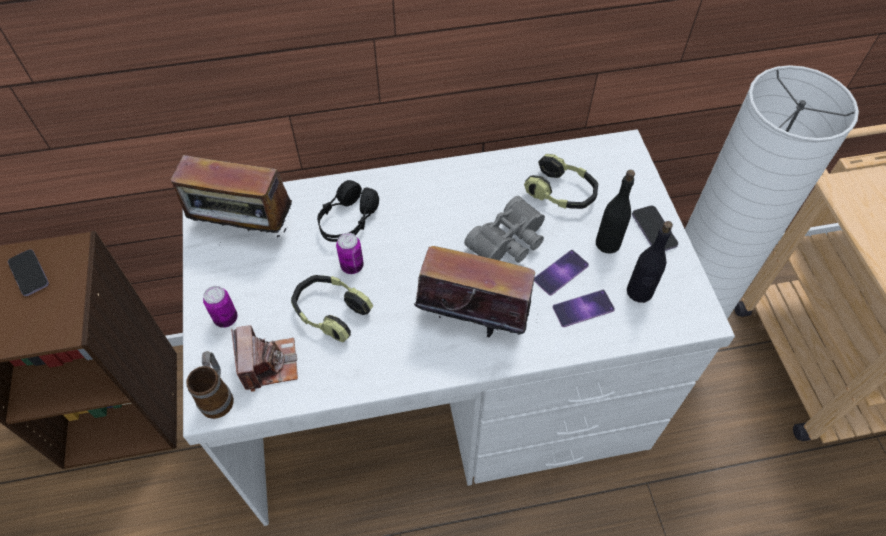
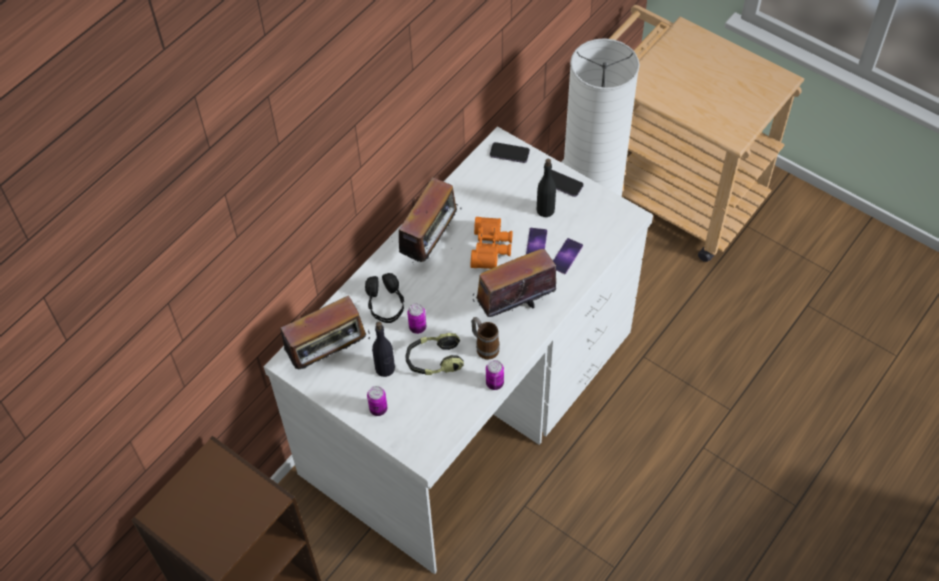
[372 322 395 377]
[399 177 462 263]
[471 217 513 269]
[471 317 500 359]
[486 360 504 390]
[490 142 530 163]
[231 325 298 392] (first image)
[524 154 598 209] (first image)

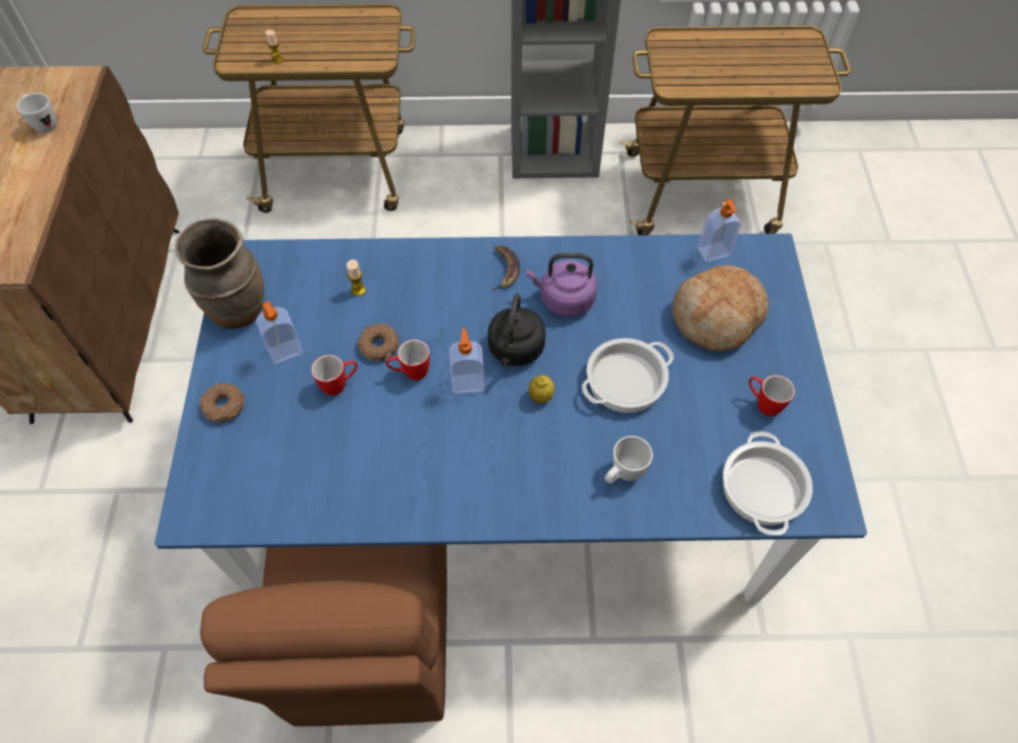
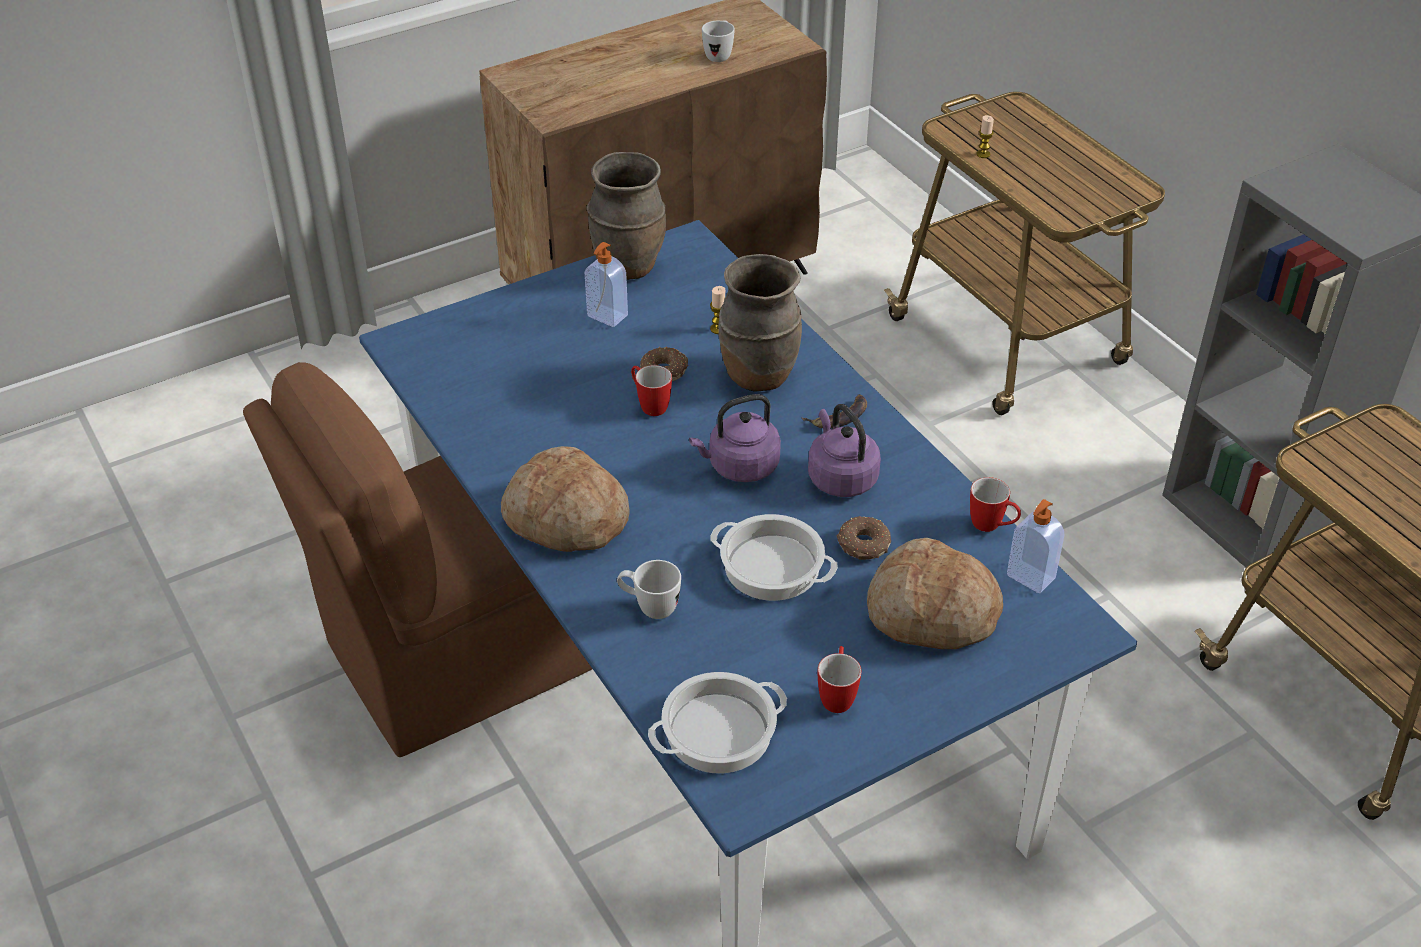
[501 446 630 552]
[689 394 781 482]
[718 254 802 392]
[837 516 891 560]
[970 477 1021 532]
[449 328 484 394] (first image)
[529 375 555 403] (first image)

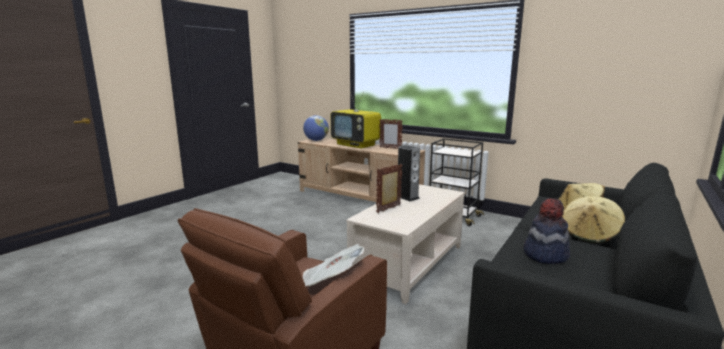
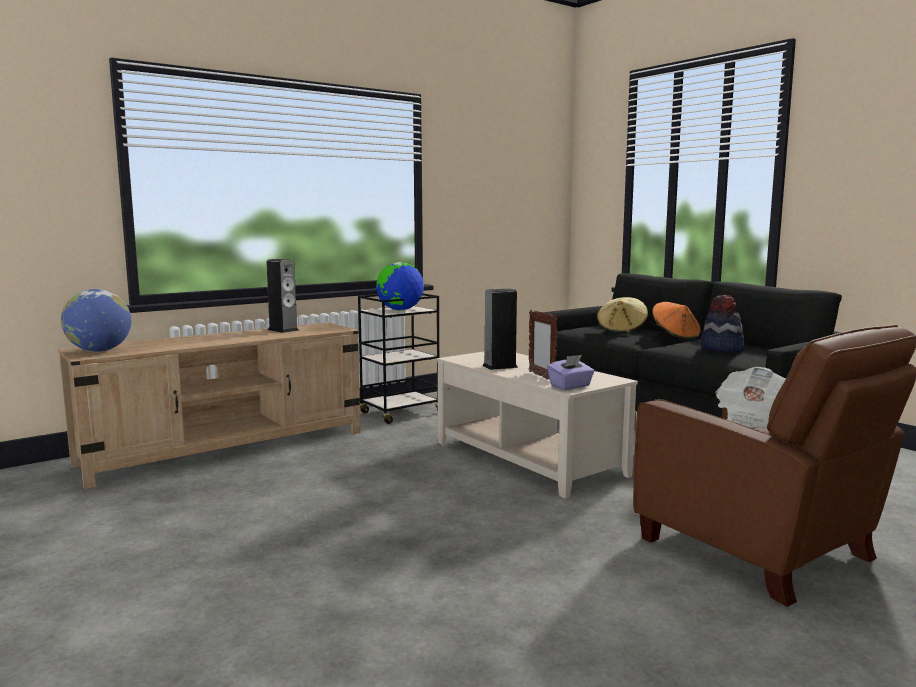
[266 259 299 333]
[376 262 424 311]
[547 355 595 390]
[652 302 701 340]
[331 92 381 148] (first image)

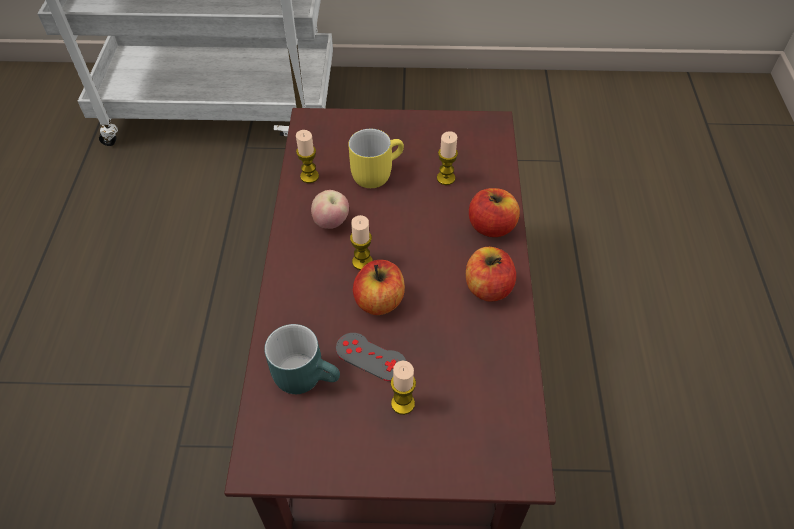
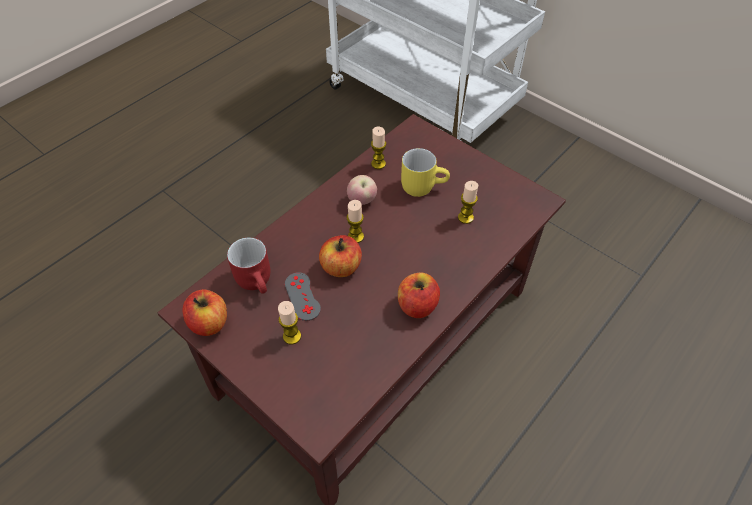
[182 289 227 336]
[227 237 270 294]

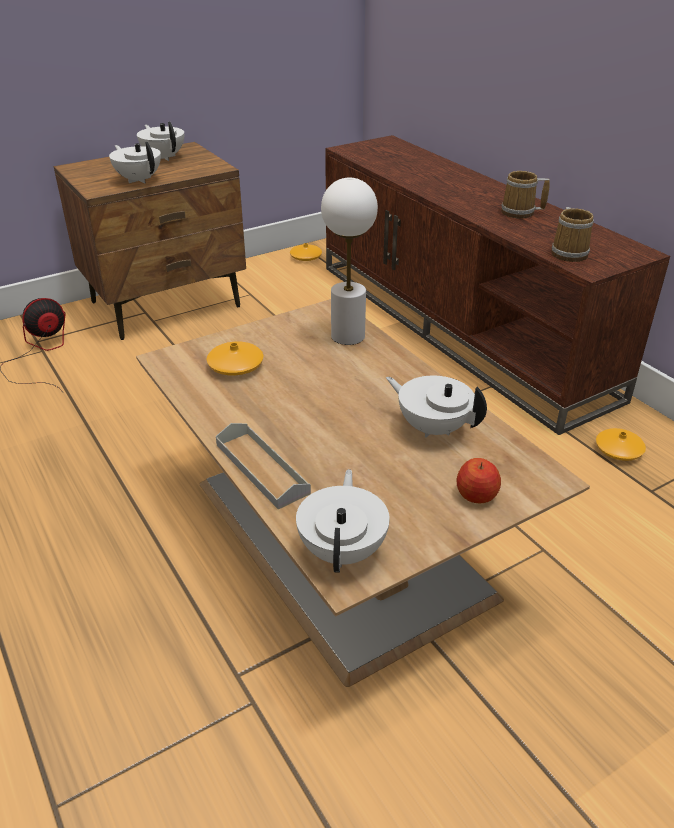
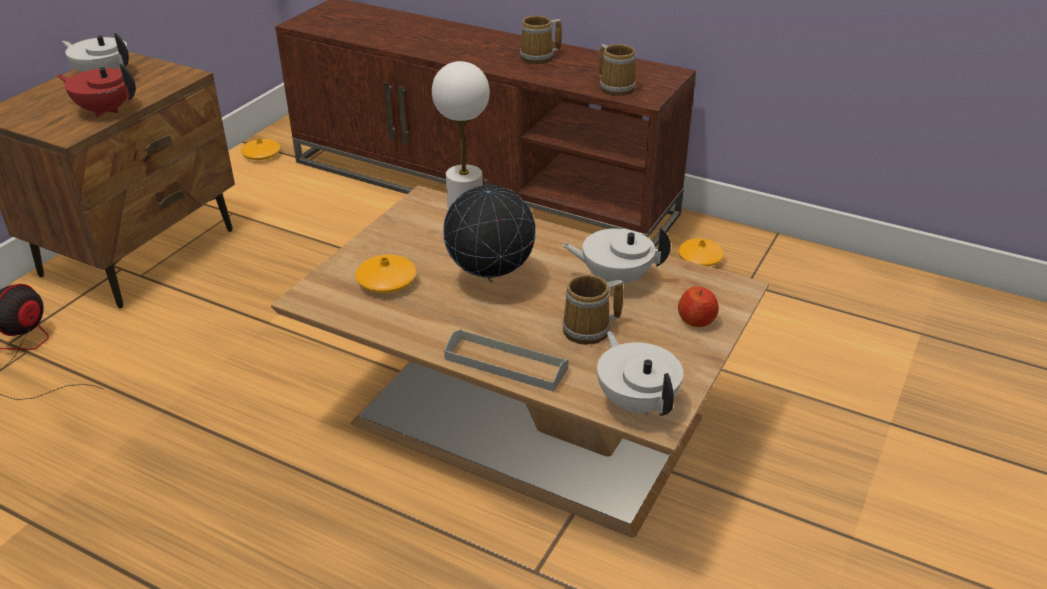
[57 63 136 117]
[443 179 536 282]
[562 275 623 345]

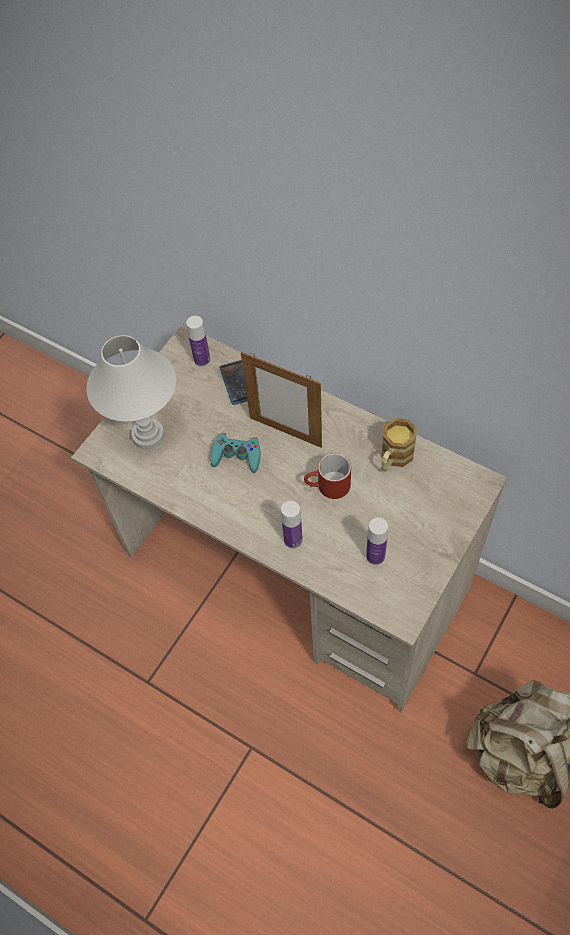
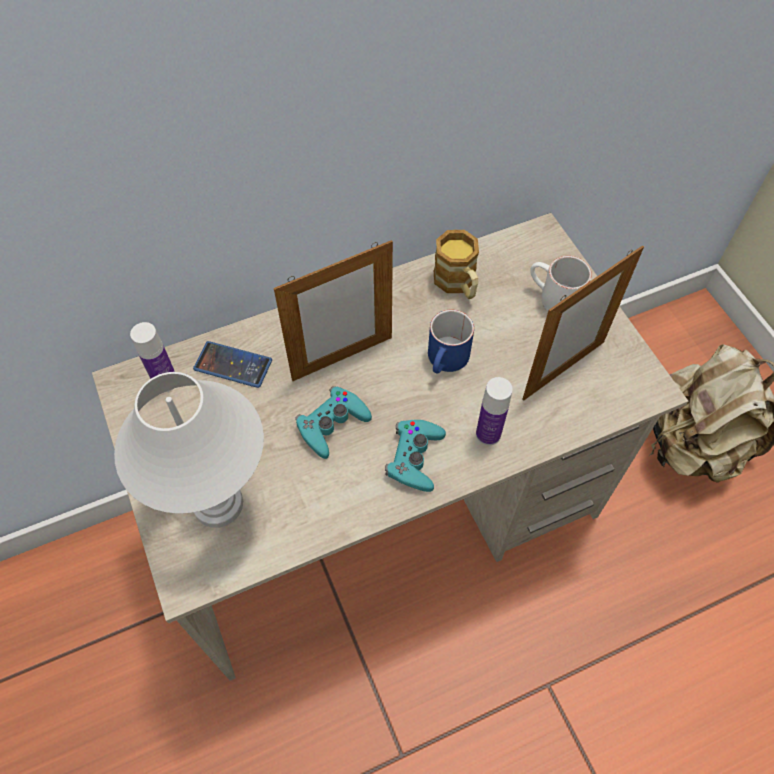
[385 420 446 492]
[428 310 474 374]
[522 245 644 401]
[530 256 592 311]

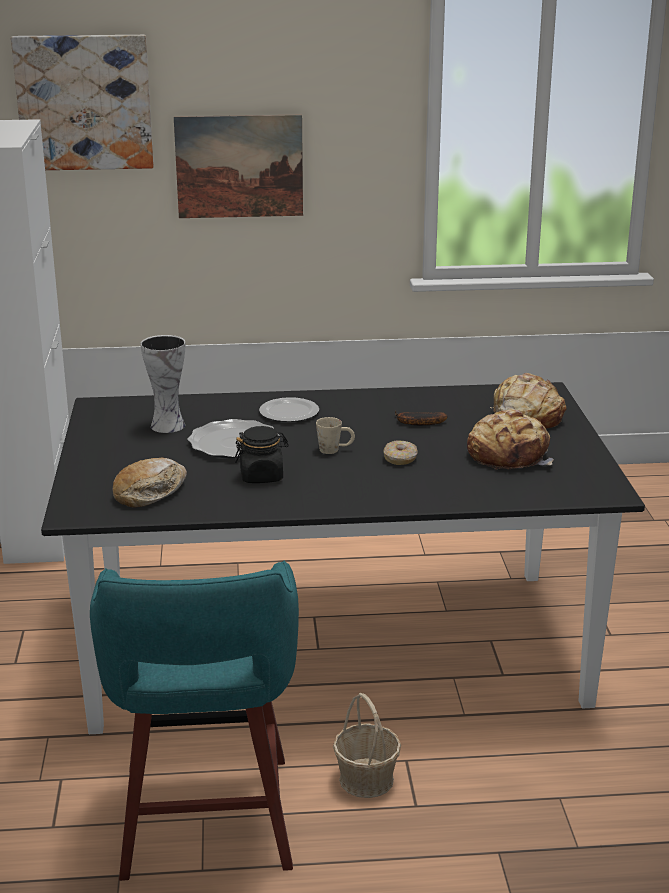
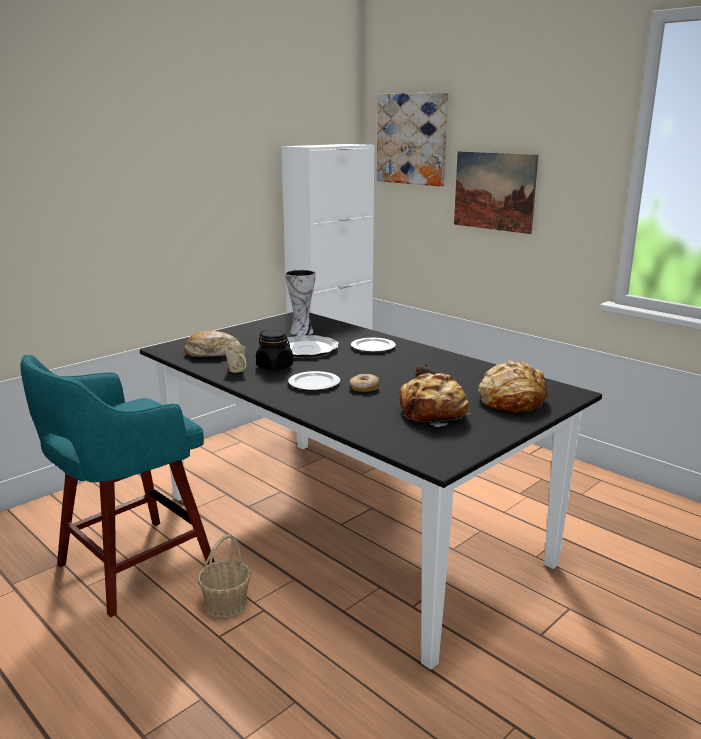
[225 345 247 373]
[288 371 340 390]

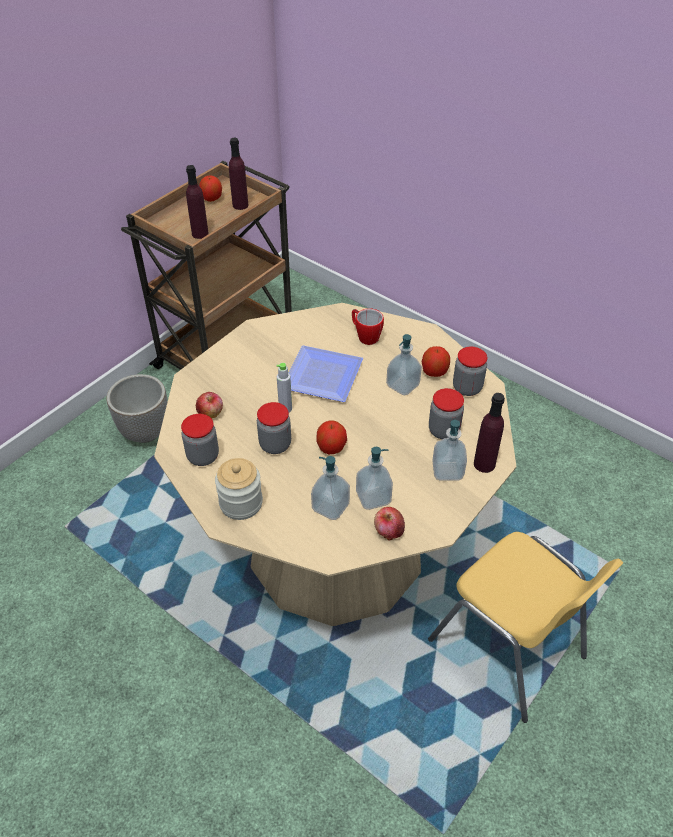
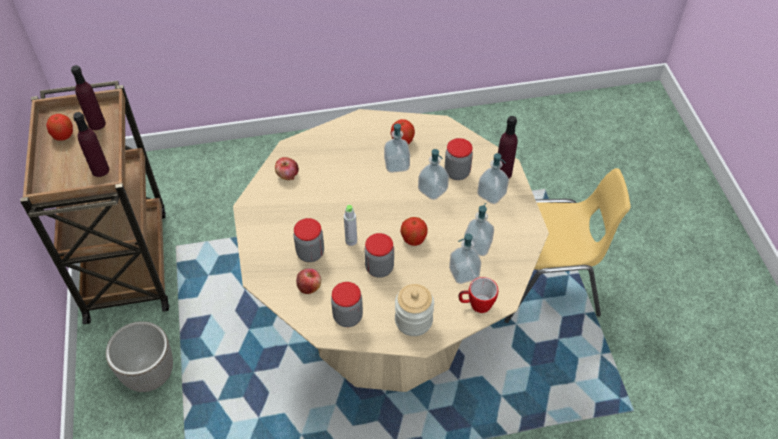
[275 157 299 180]
[294 218 324 262]
[418 149 449 200]
[459 277 498 313]
[289 345 363 402] (first image)

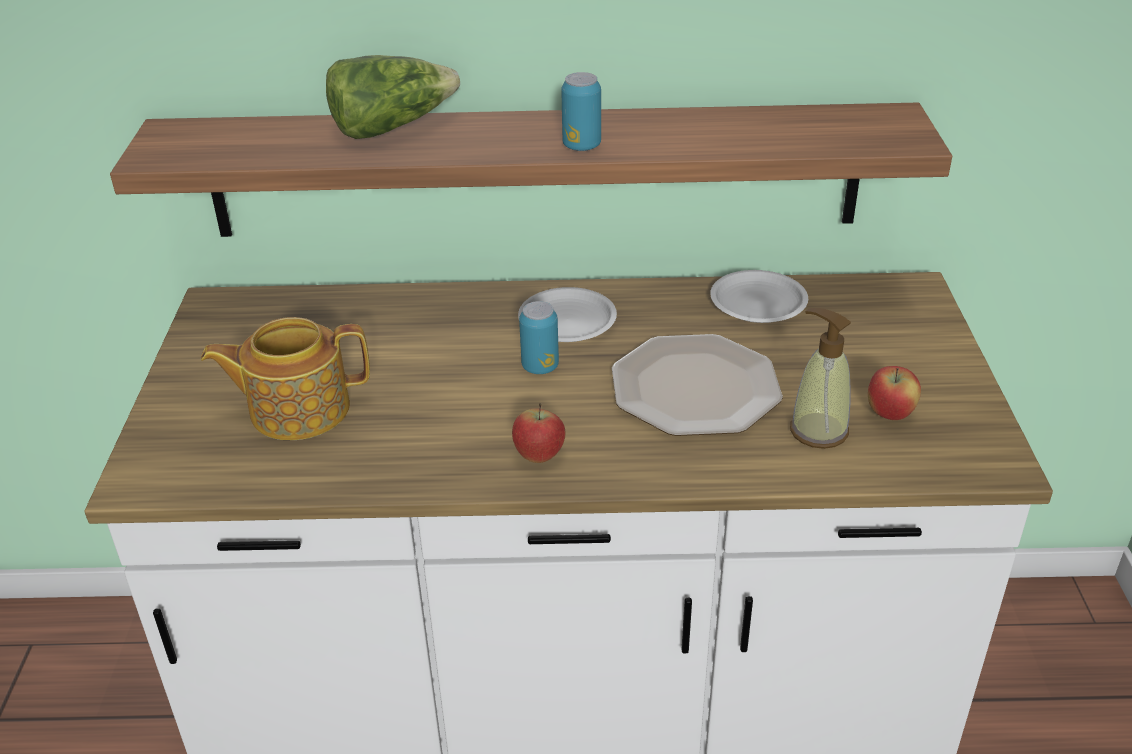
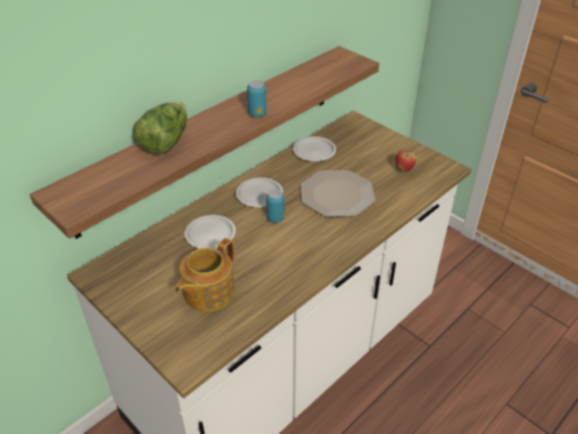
[184 215 236 248]
[512 403 565 463] (first image)
[790 308 851 449] (first image)

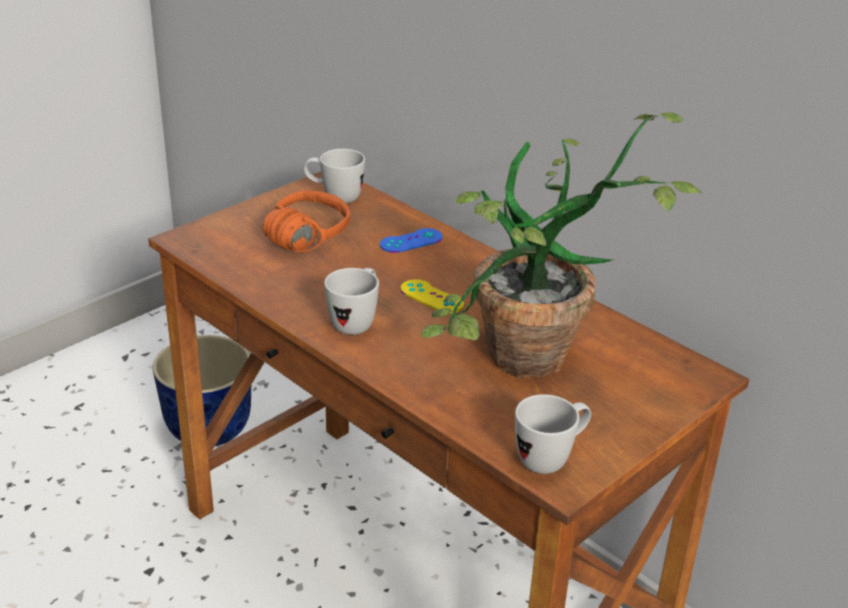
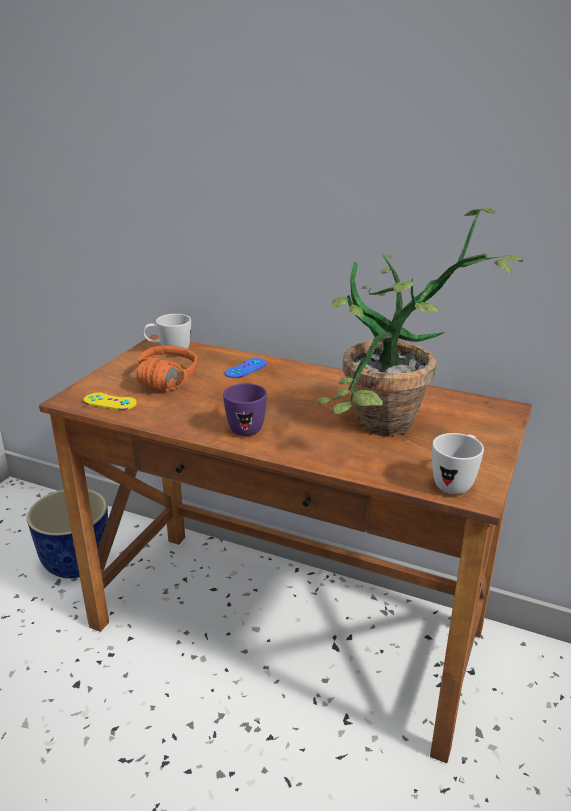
[83 393 137 410]
[223 383 267 436]

